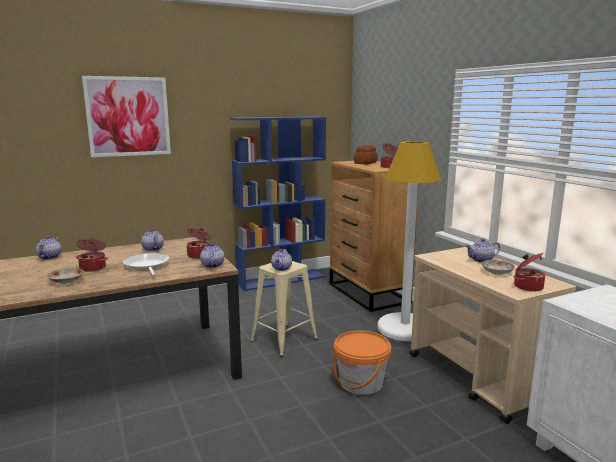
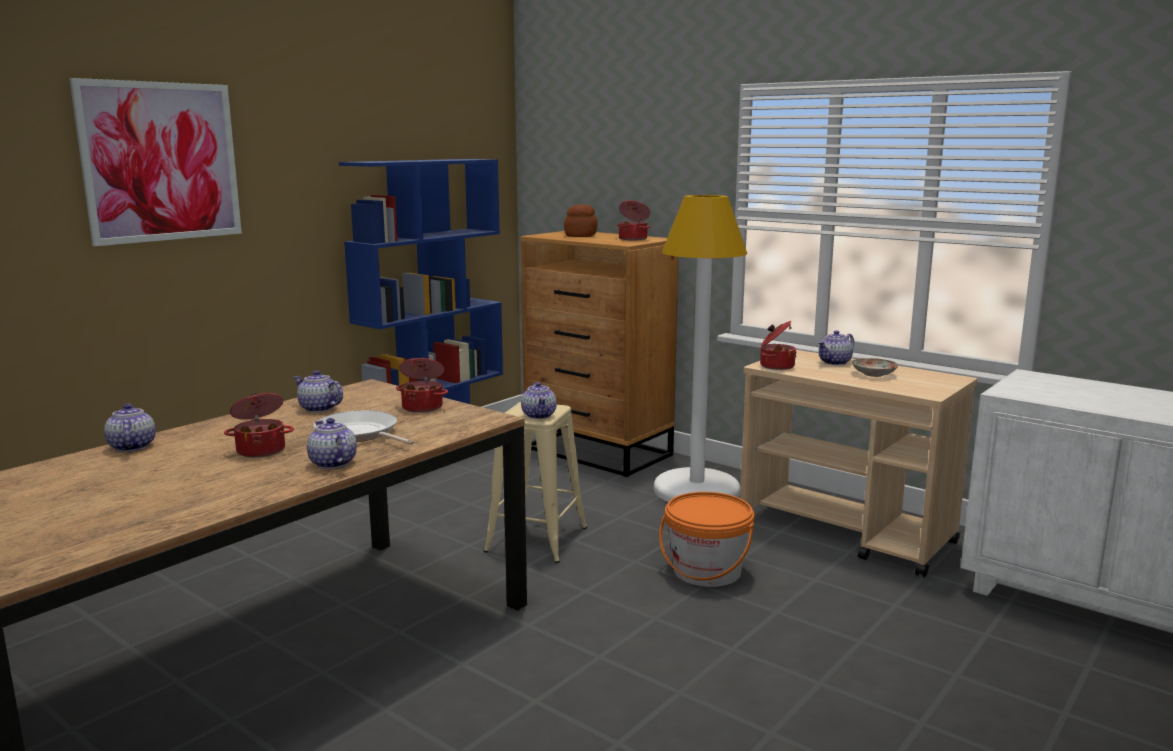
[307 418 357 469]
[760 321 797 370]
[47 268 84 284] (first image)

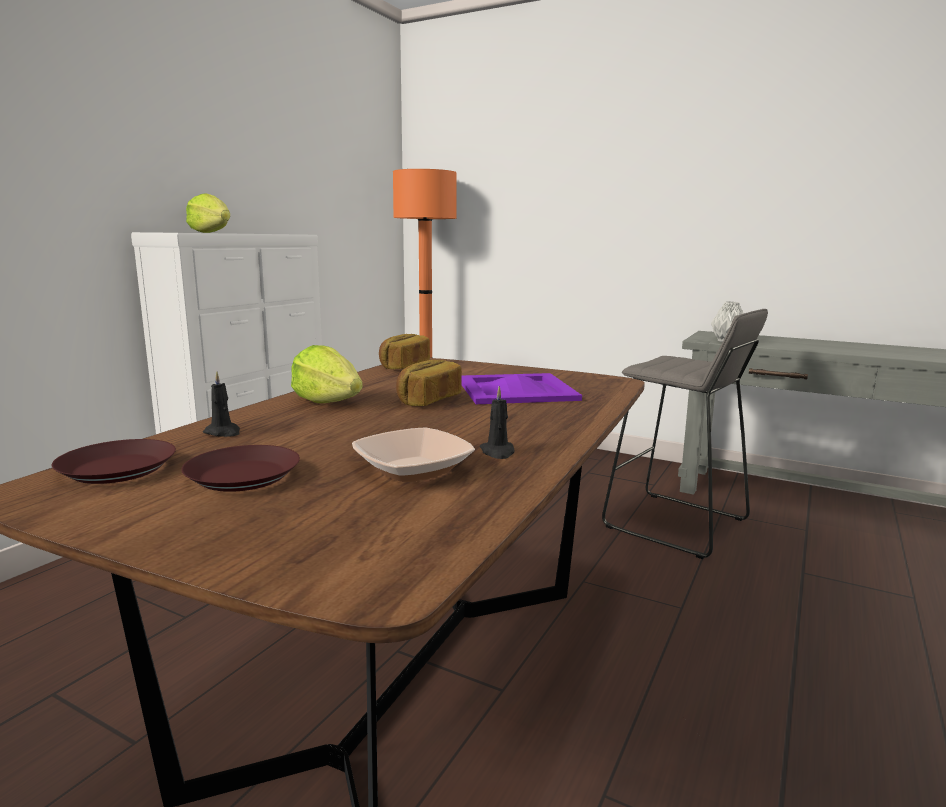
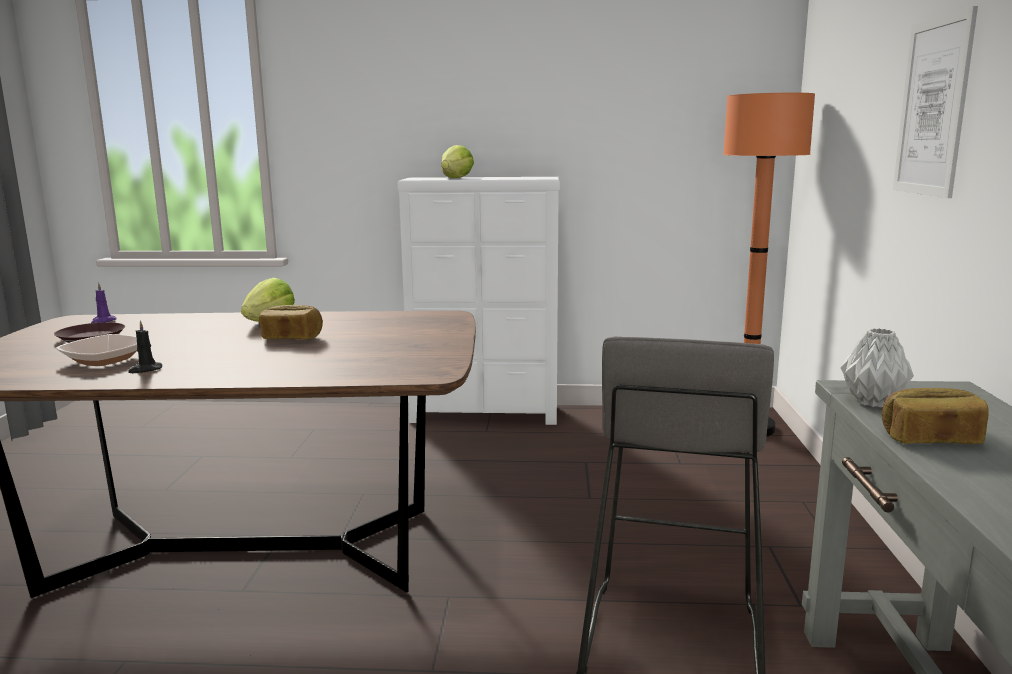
[91 282 117 323]
[882 388 989 444]
[893 6 978 198]
[203 371 240 437] (first image)
[461 373 582 404] (first image)

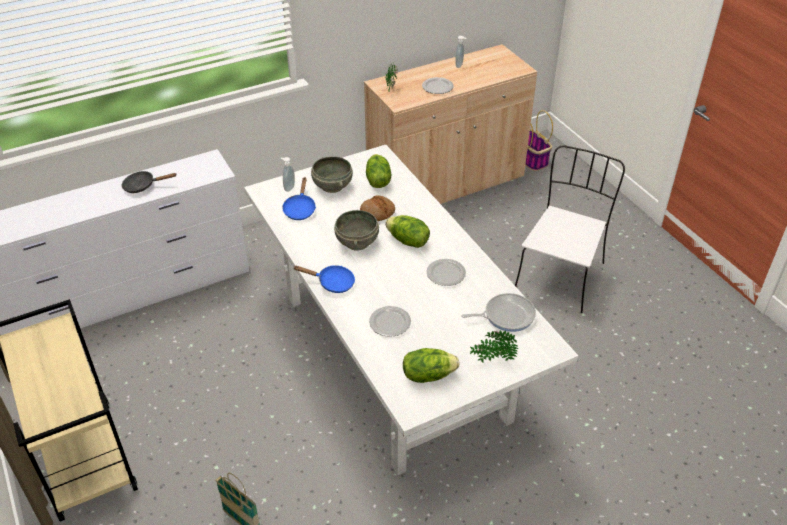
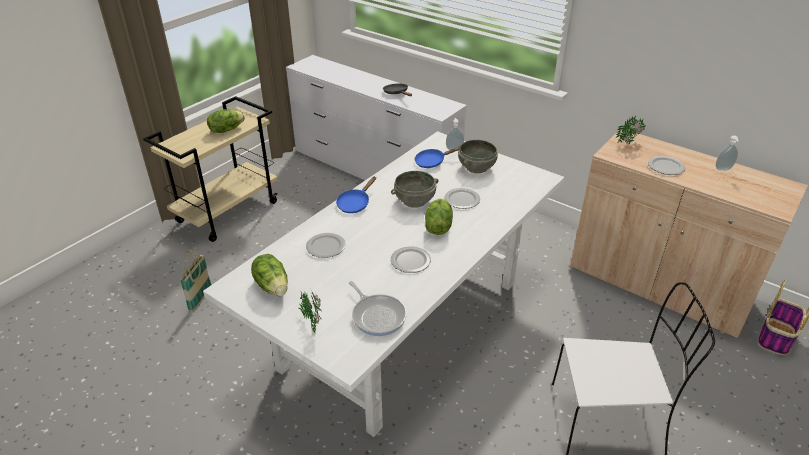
[207 109 245 133]
[336 176 376 213]
[445 188 480 209]

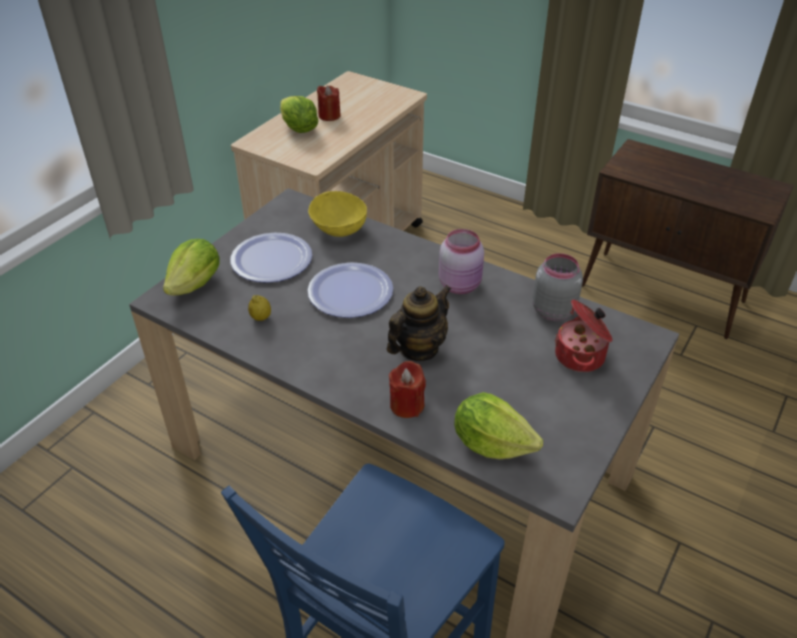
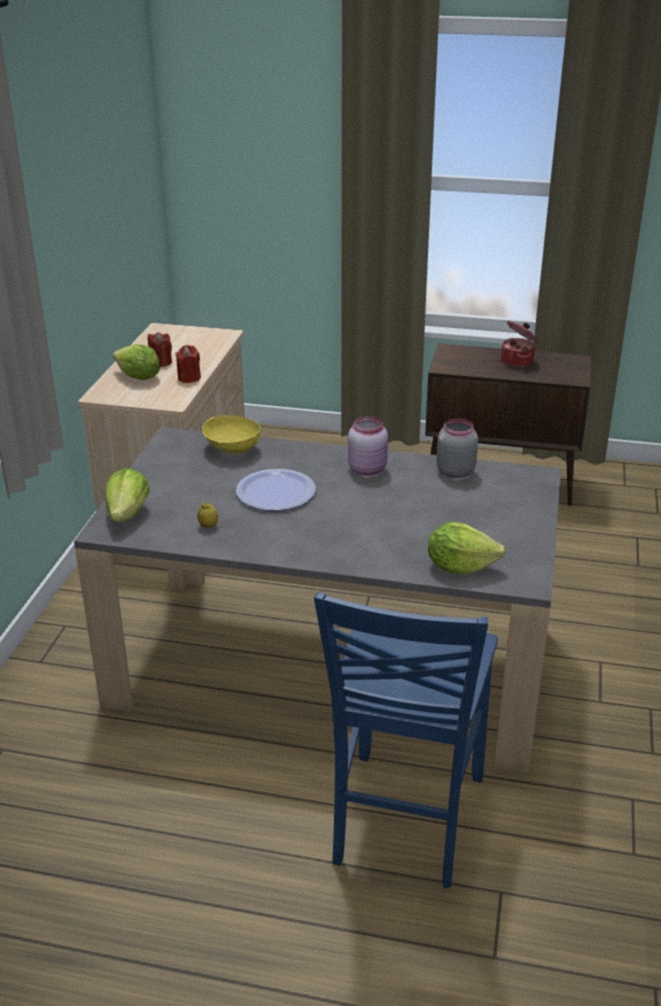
[175 345 201 383]
[501 321 538 367]
[230 233 312 283] (first image)
[387 285 451 361] (first image)

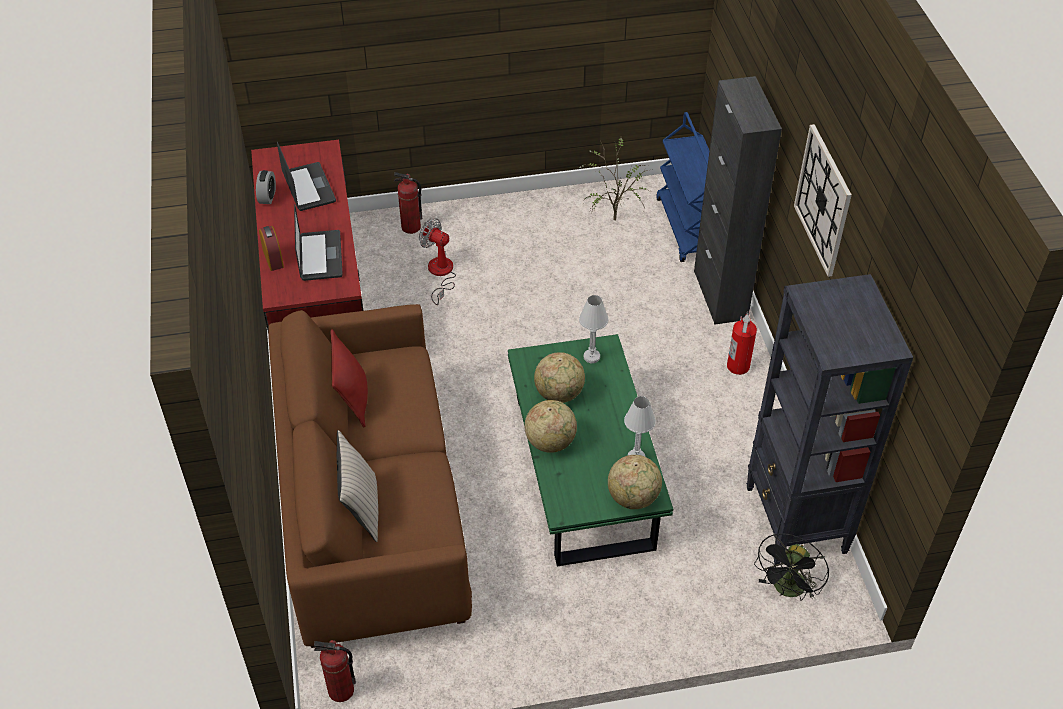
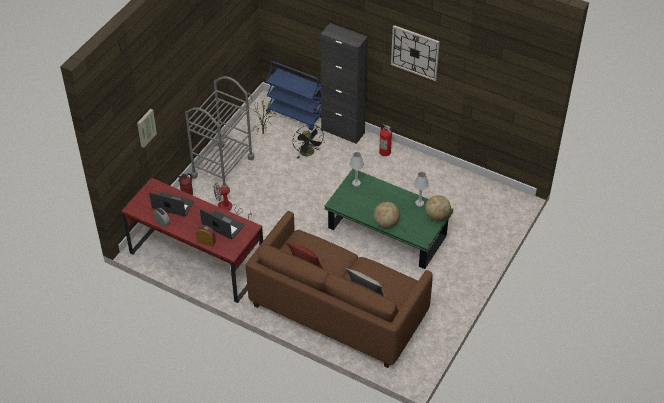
[137 109 157 148]
[185 76 254 187]
[293 125 324 158]
[314 640 356 702] (first image)
[534 352 585 403] (first image)
[746 274 913 565] (first image)

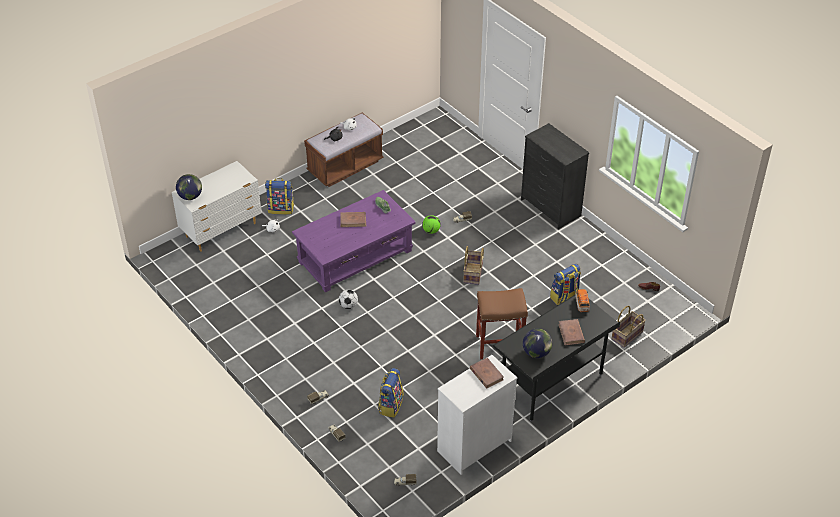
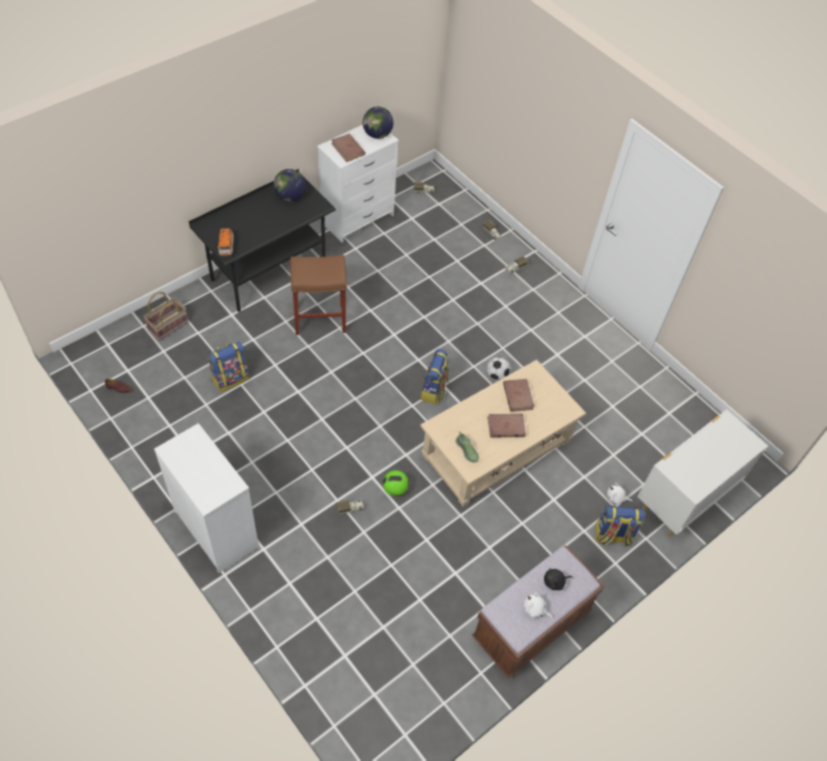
[154 423 259 573]
[363 107 394 139]
[420 349 449 405]
[420 360 586 507]
[503 379 534 412]
[463 246 484 285] (first image)

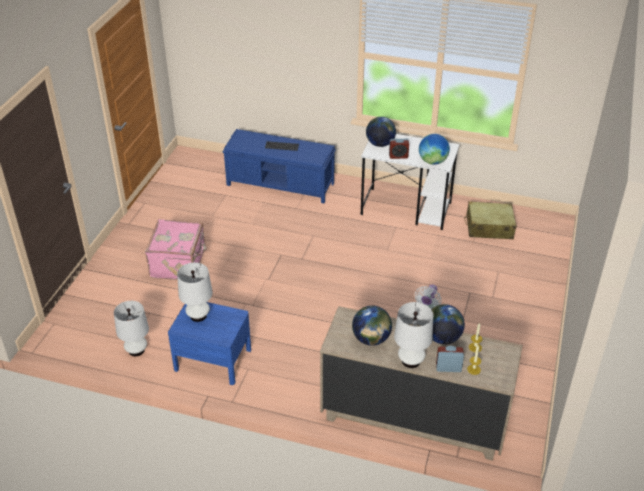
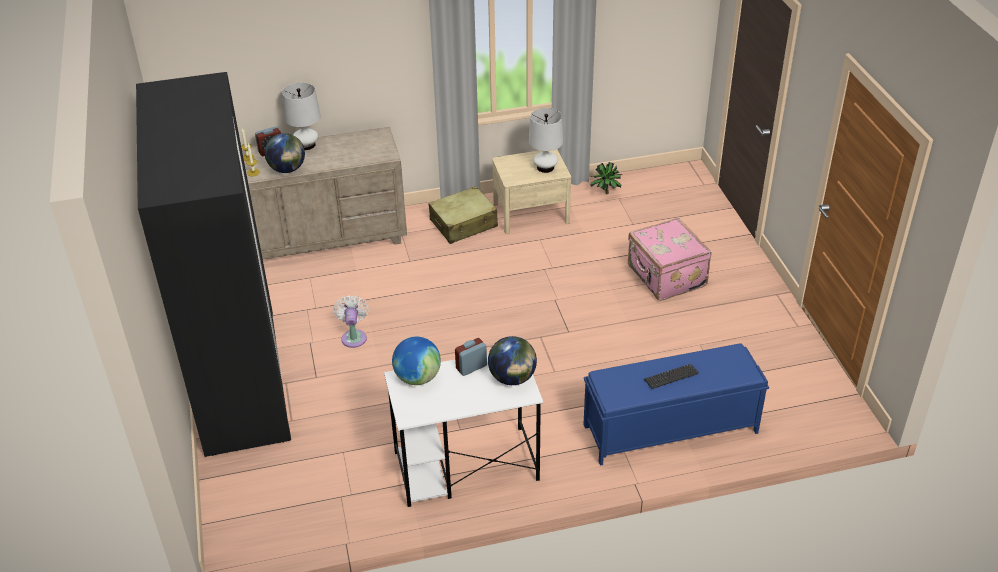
[136 72 291 457]
[429 186 498 244]
[492 149 571 234]
[590 162 622 194]
[352 306 392 346] (first image)

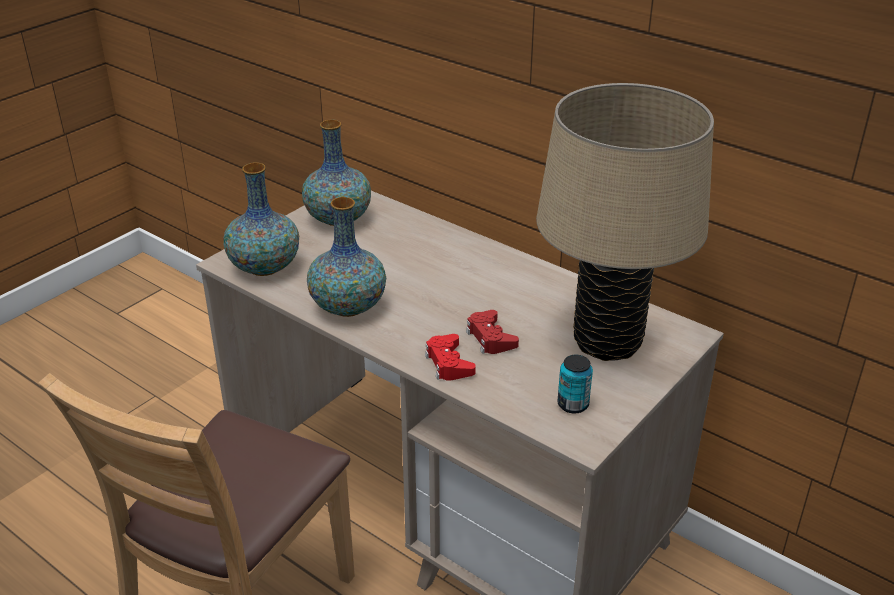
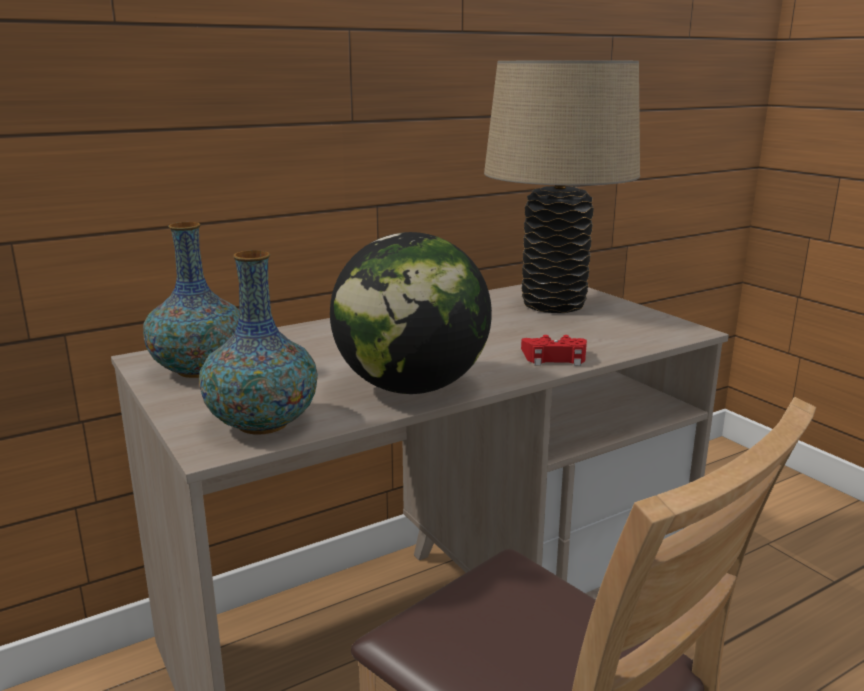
[330 232 492 394]
[466 310 519 354] (first image)
[557 355 593 414] (first image)

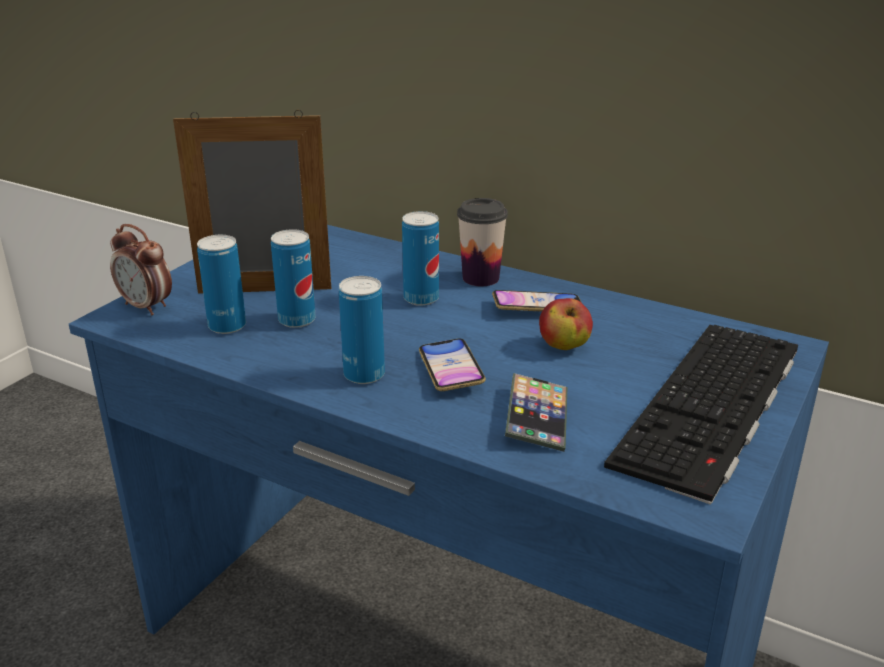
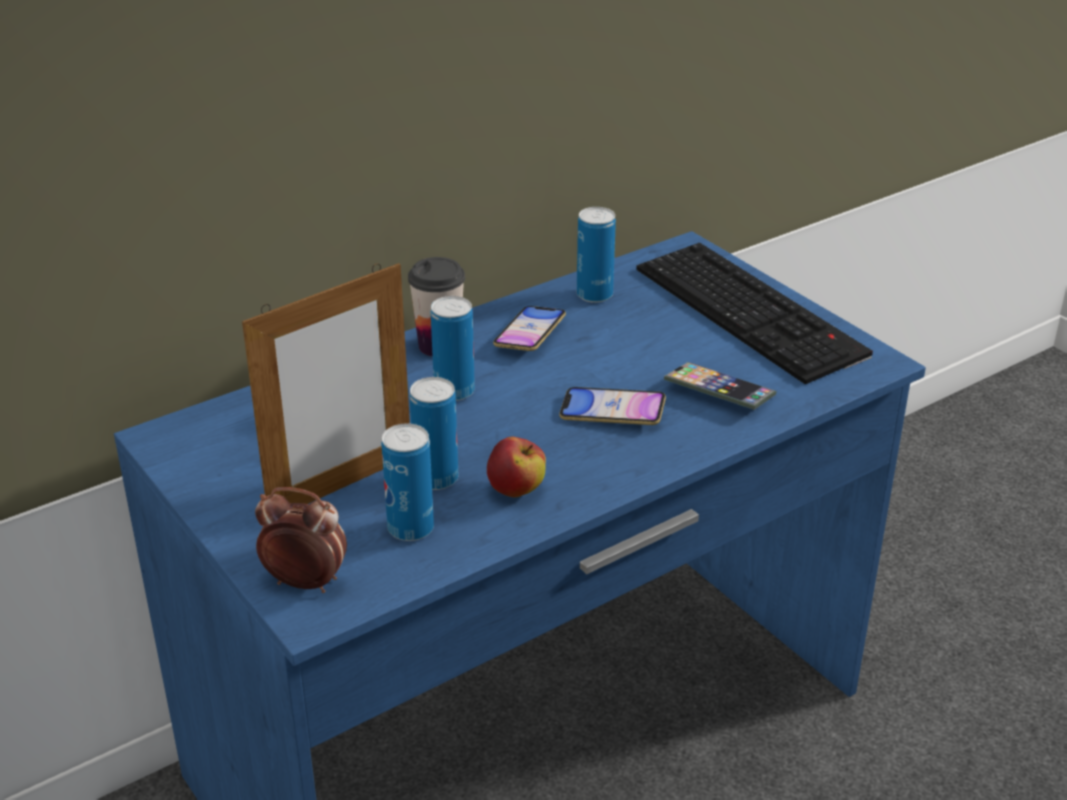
[242 263 410 504]
[255 487 347 593]
[487 437 546 497]
[577 207 616 303]

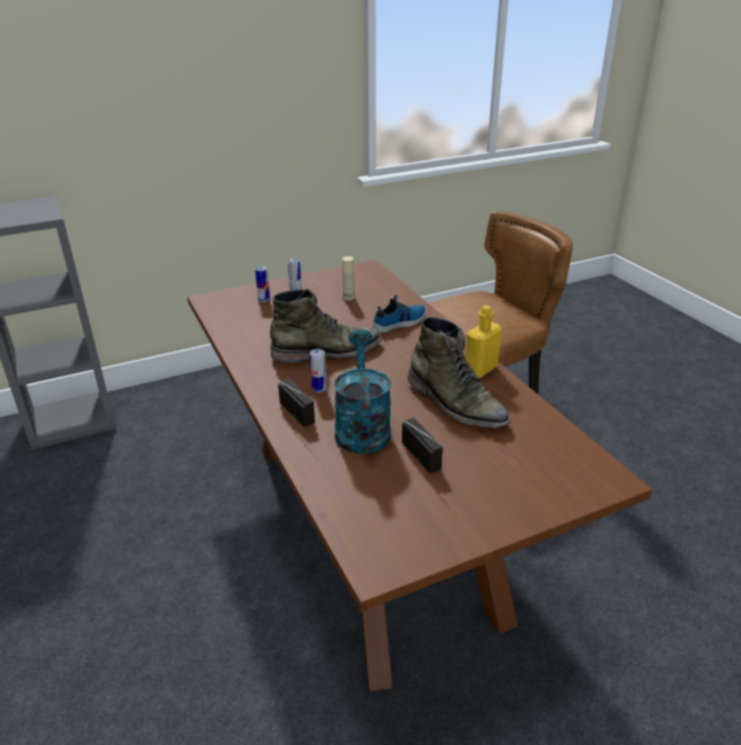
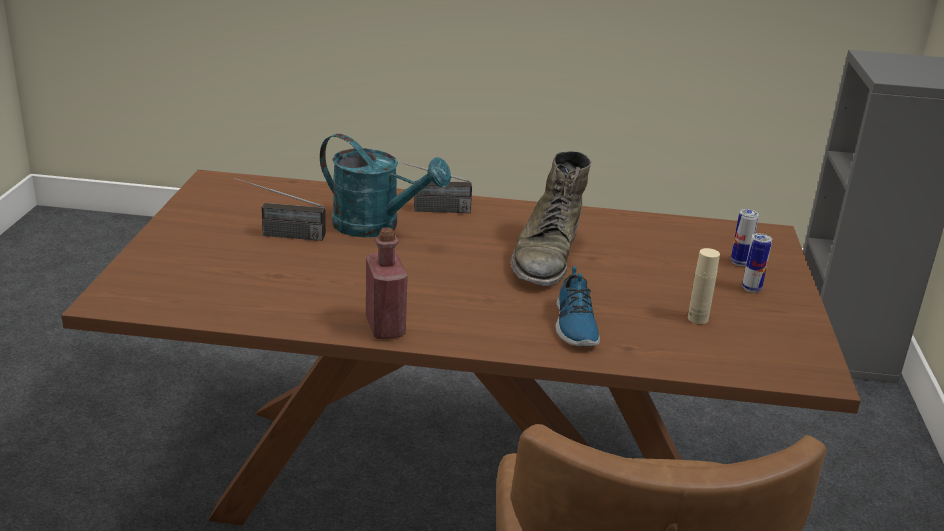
[366 227 408 339]
[310 349 327 393] (first image)
[408 317 510 428] (first image)

